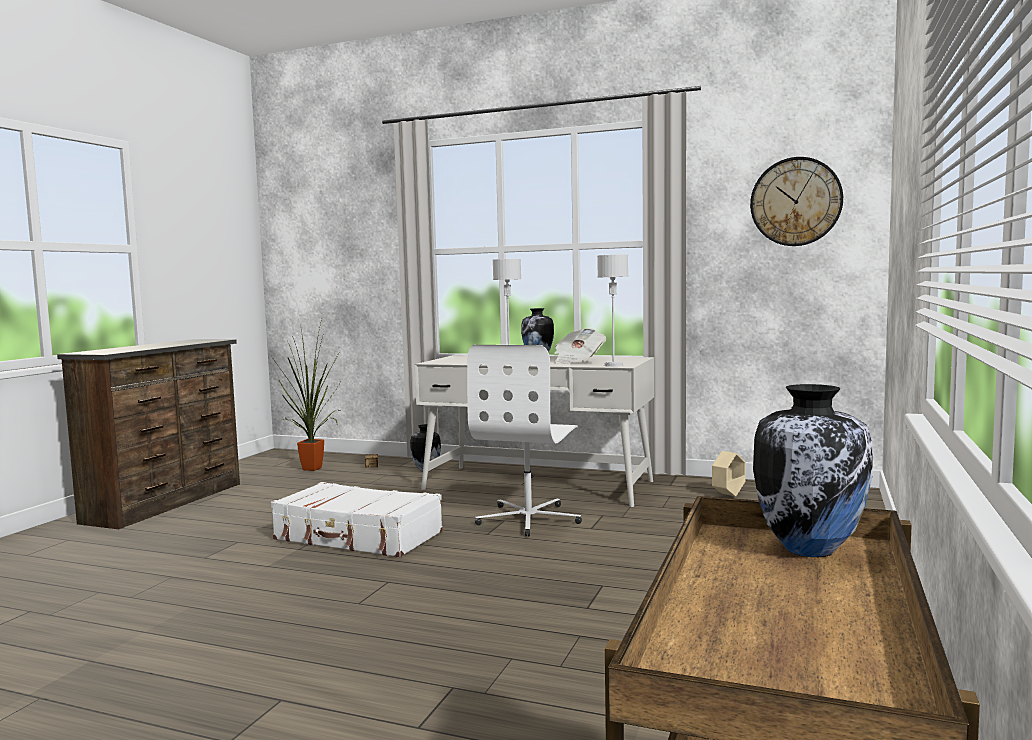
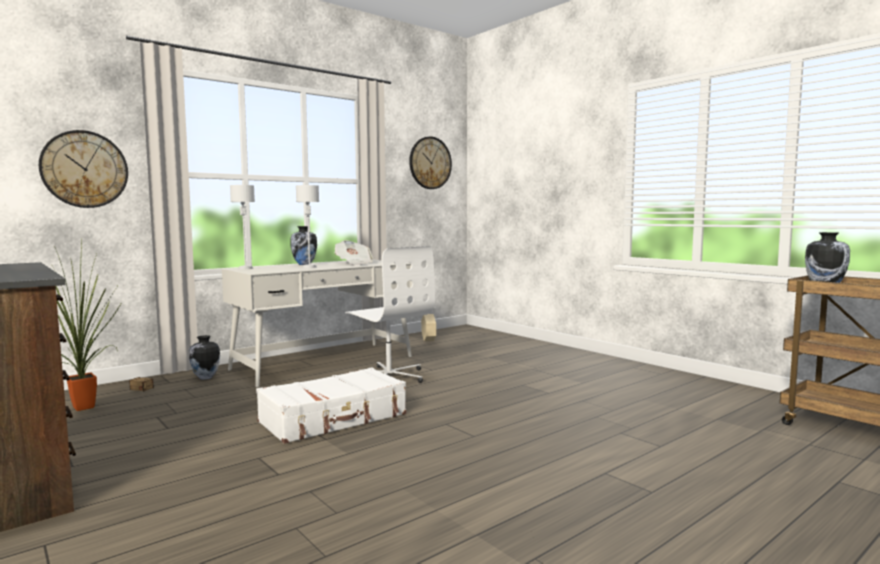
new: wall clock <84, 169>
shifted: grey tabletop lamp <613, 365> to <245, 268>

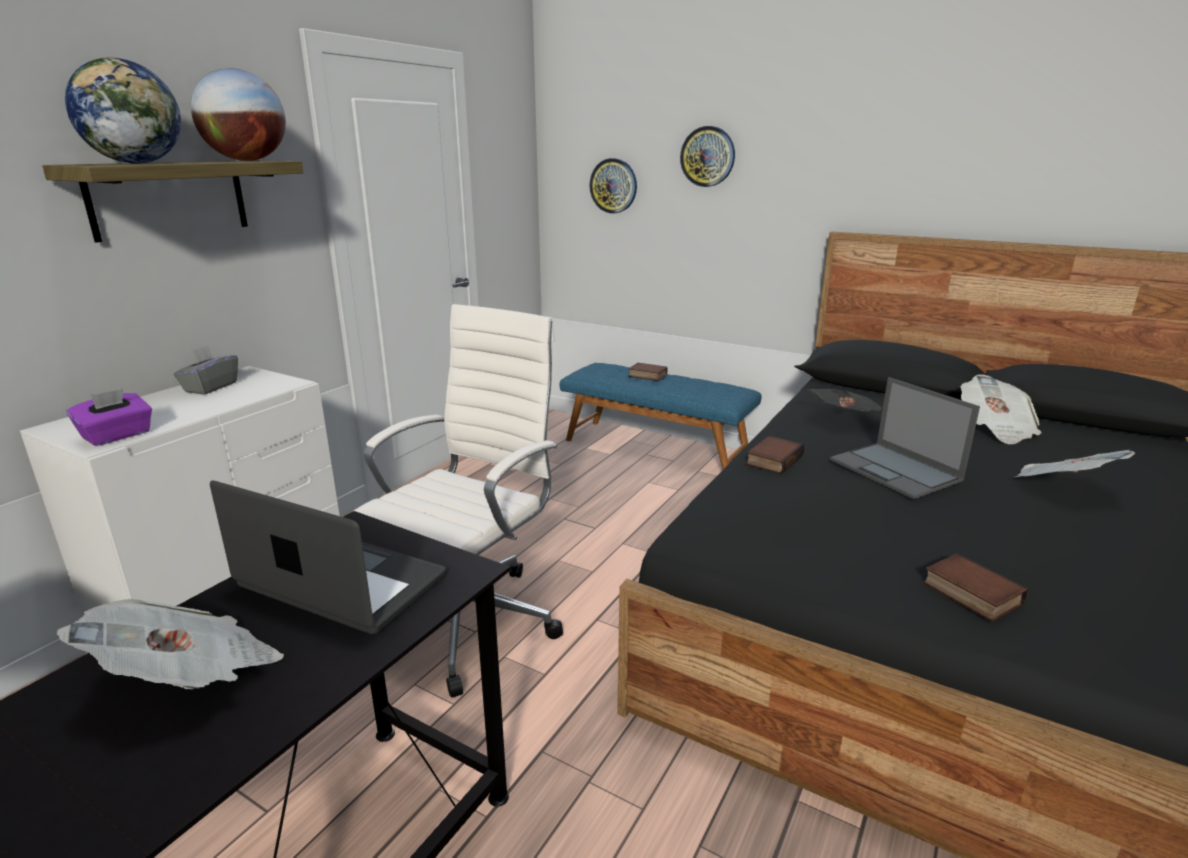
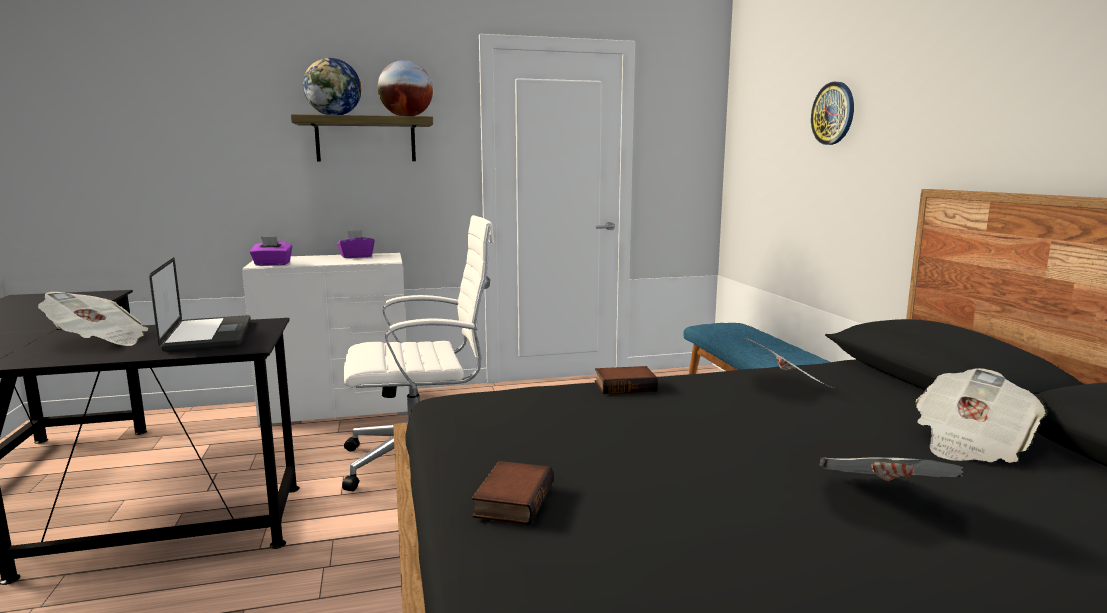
gone: wall clock <613, 186>; volume <646, 375>; notebook computer <896, 470>
repainted: grey box of tissues <210, 387> to purple-coloured box of tissues <356, 256>

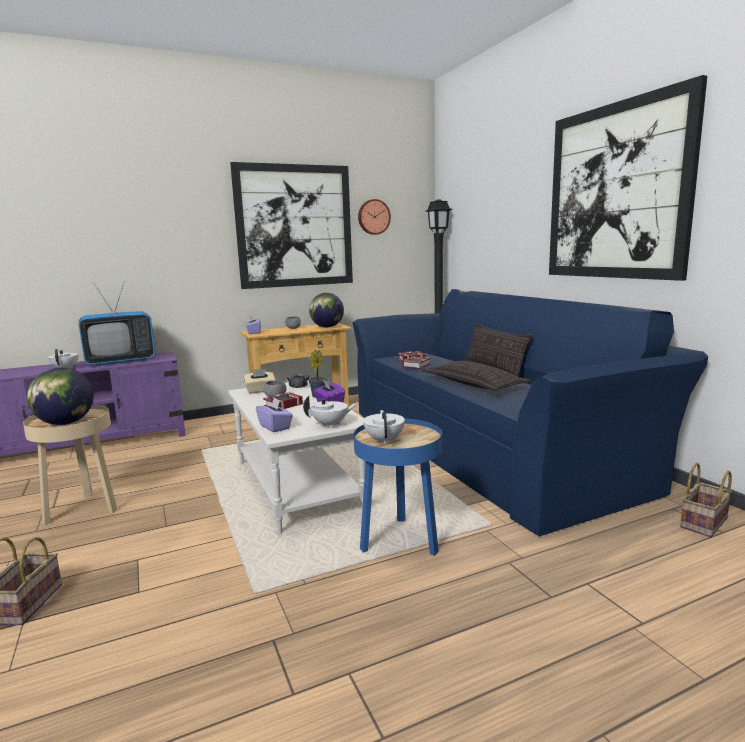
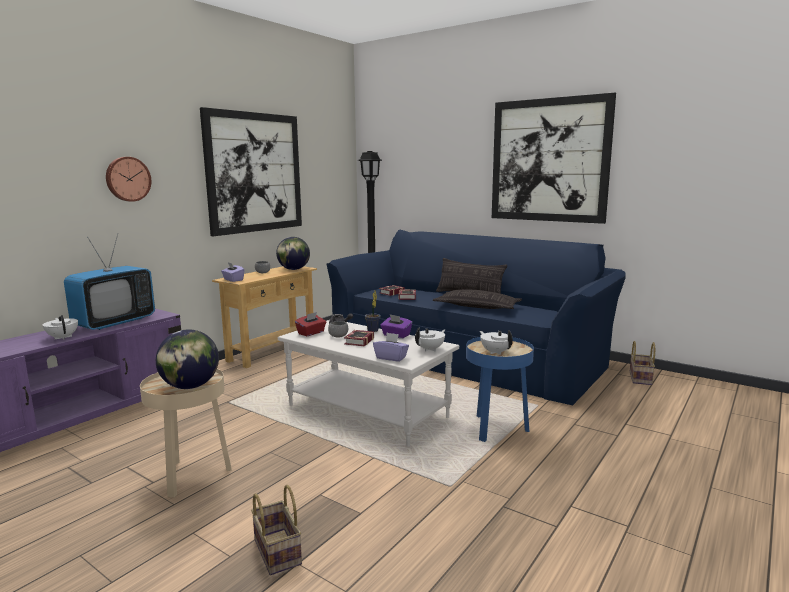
shifted: wall clock <373, 217> to <127, 179>
repainted: sand-coloured box of tissues <260, 391> to red box of tissues <311, 333>

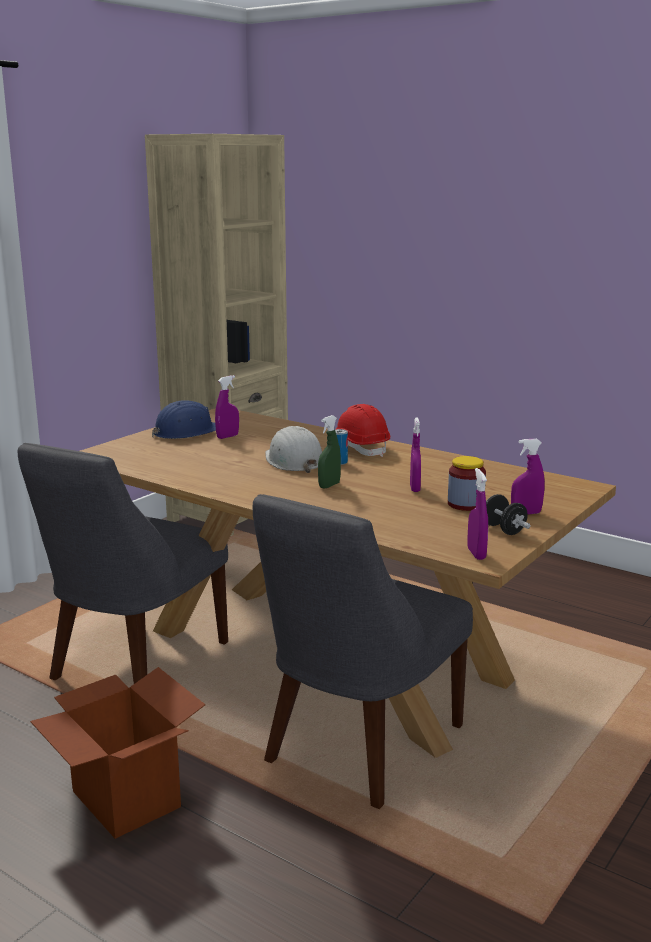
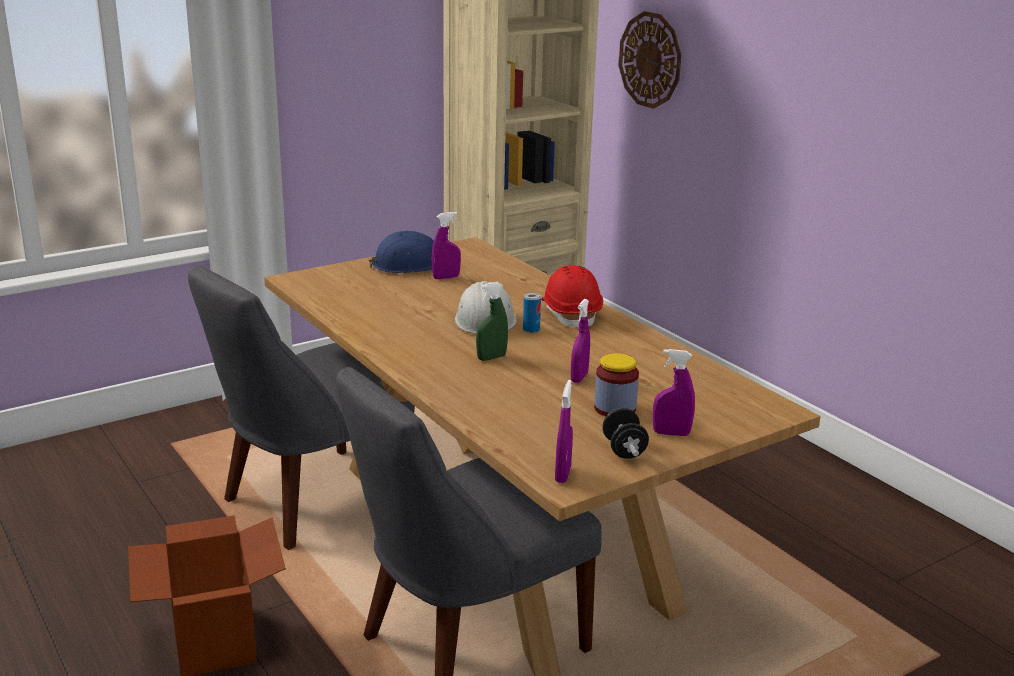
new: wall clock <650, 60>

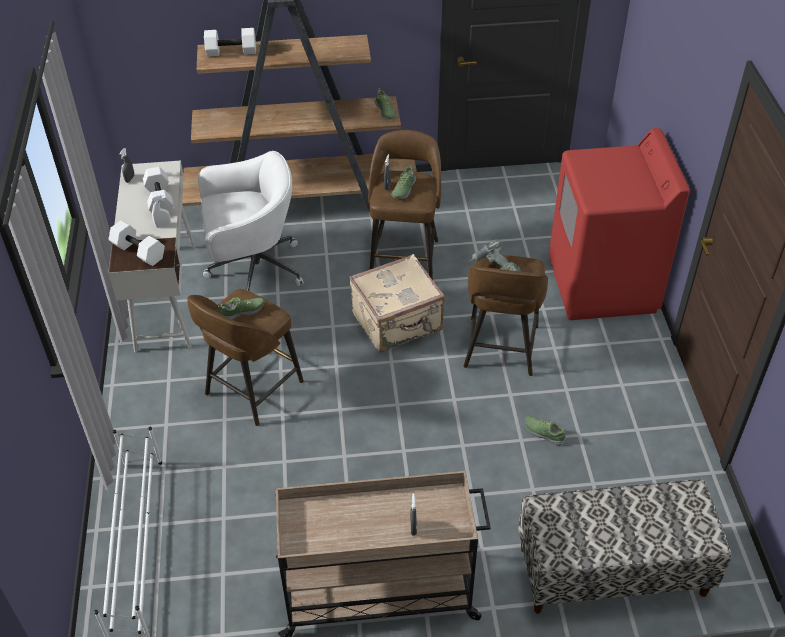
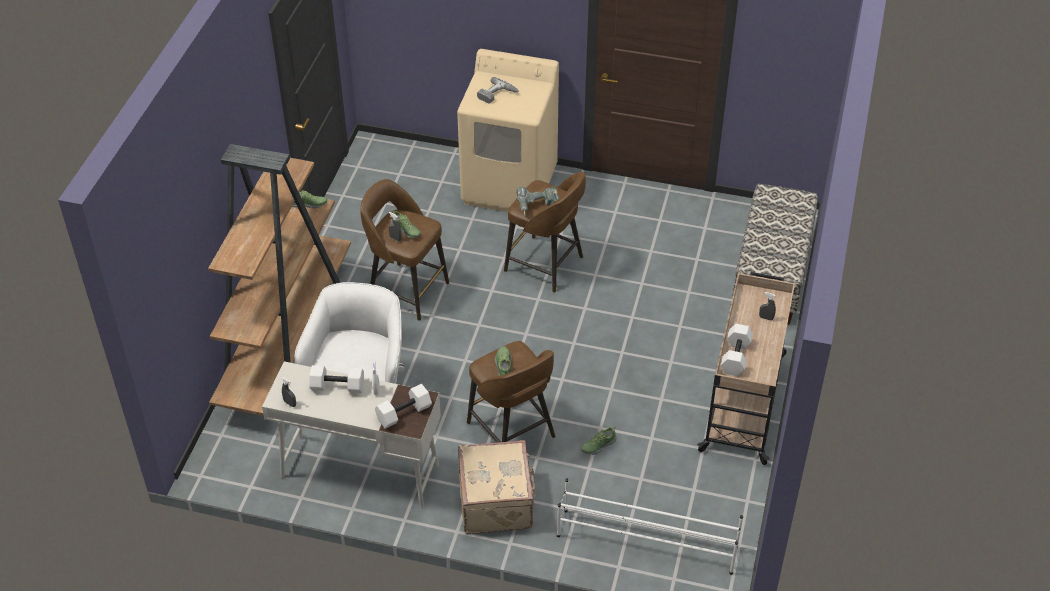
new: drill <497, 95>
shifted: white-coloured dumbbell <232, 51> to <735, 356>; sand-coloured piece of luggage <398, 323> to <497, 502>; low shoe <544, 432> to <598, 445>
repainted: red washing machine <602, 286> to sand-coloured washing machine <510, 185>

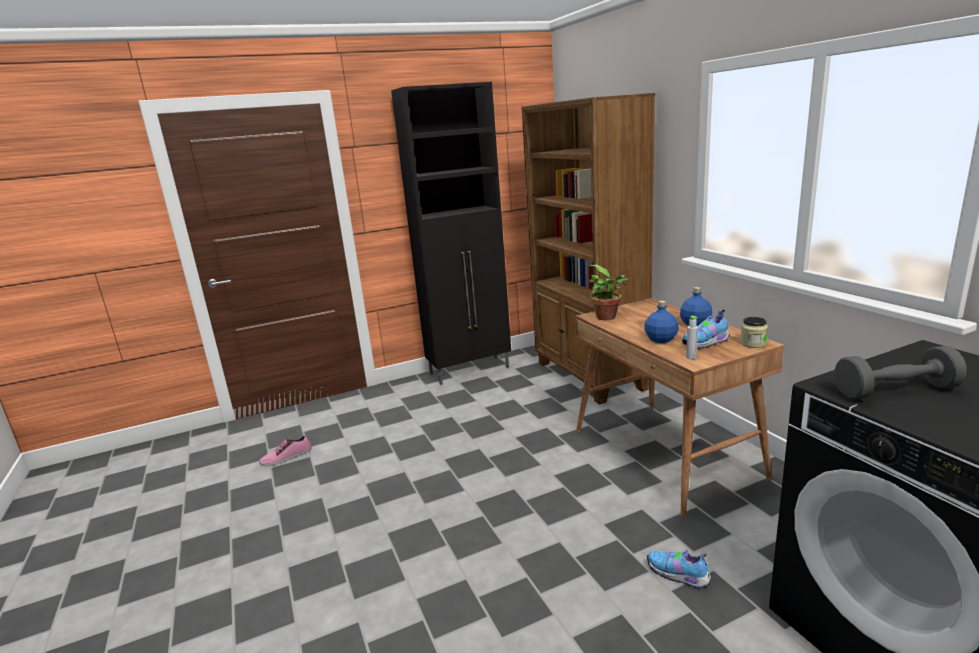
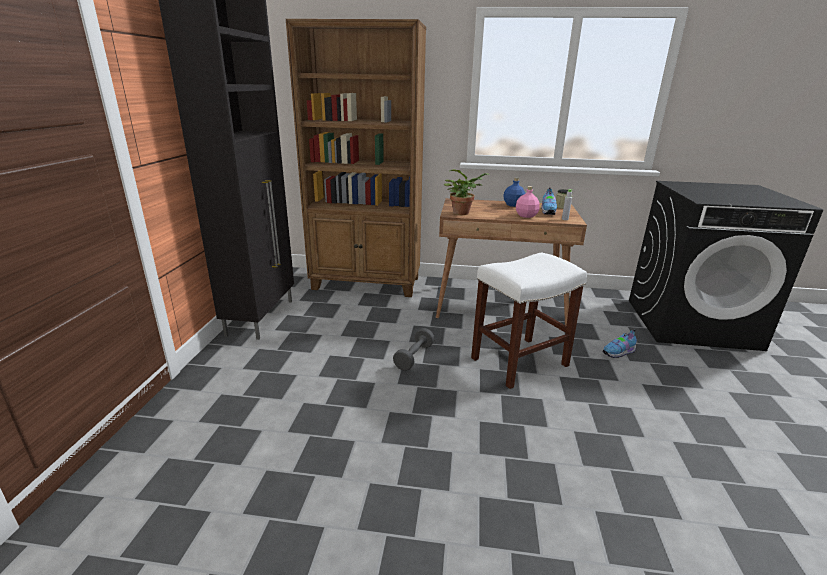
gone: low shoe <286, 457>
new: white-coloured sitting stool <519, 362>
shifted: grey dumbbell <895, 391> to <414, 357>
repainted: blue-coloured bottle <661, 340> to pink bottle <526, 216>

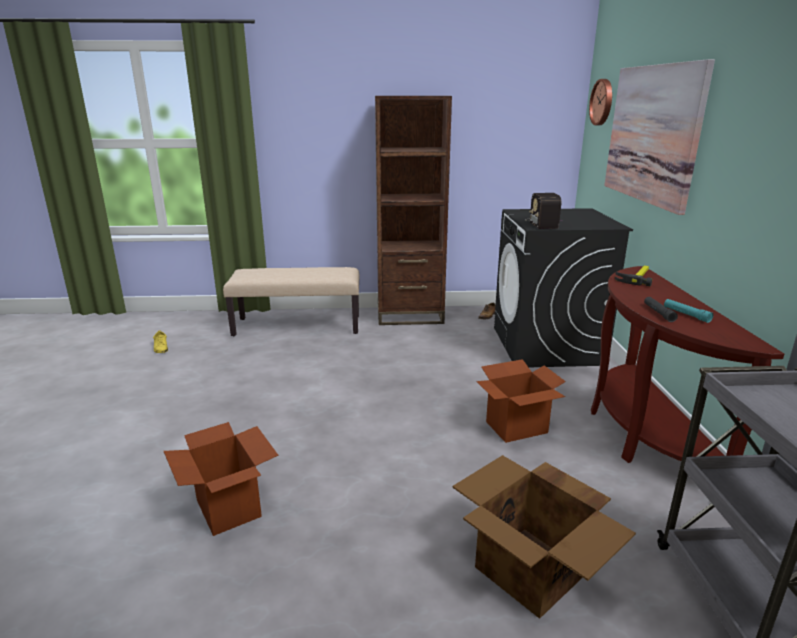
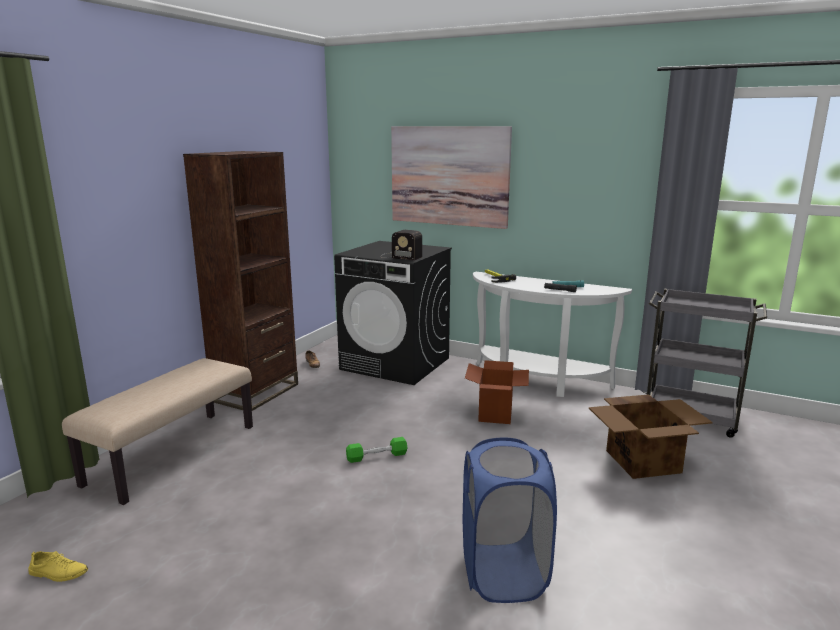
gone: wall clock <602, 102>
new: greenish dumbbell <377, 456>
swapped: packing box <228, 508> to blue-coloured laundry basket <503, 573>
repainted: brown narrow table <642, 433> to white-coloured narrow table <537, 381>

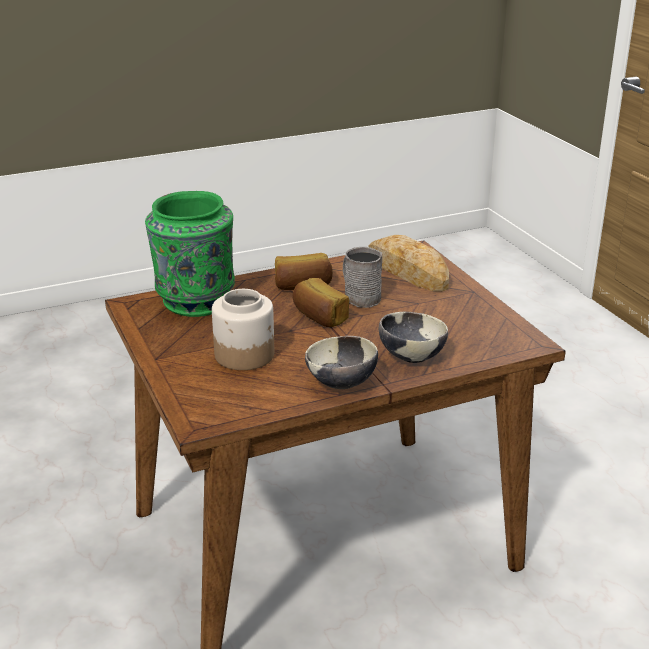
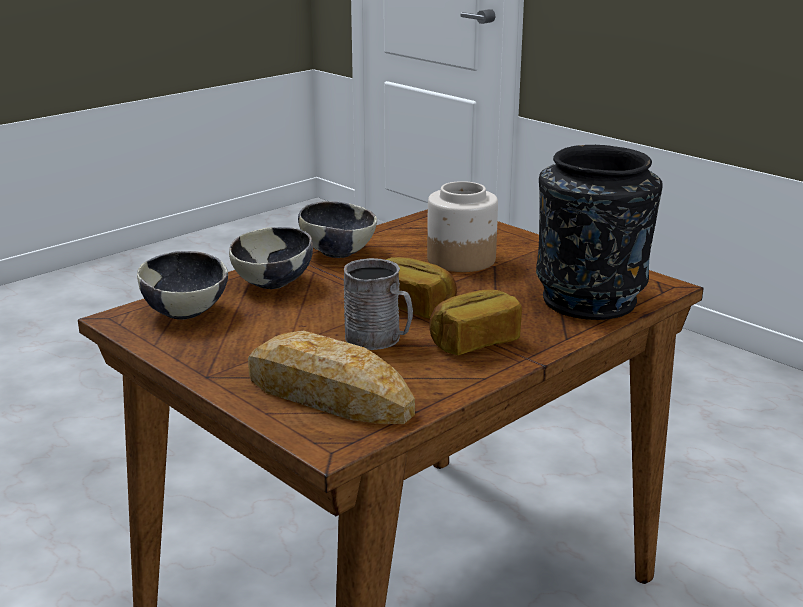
new: deep dish <186, 312>
repainted: greenish vase <195, 302> to black vase <590, 299>

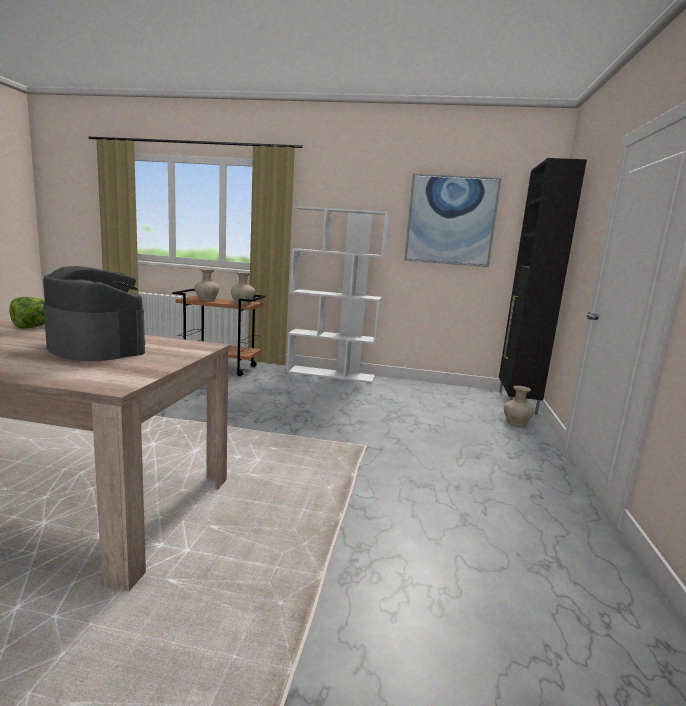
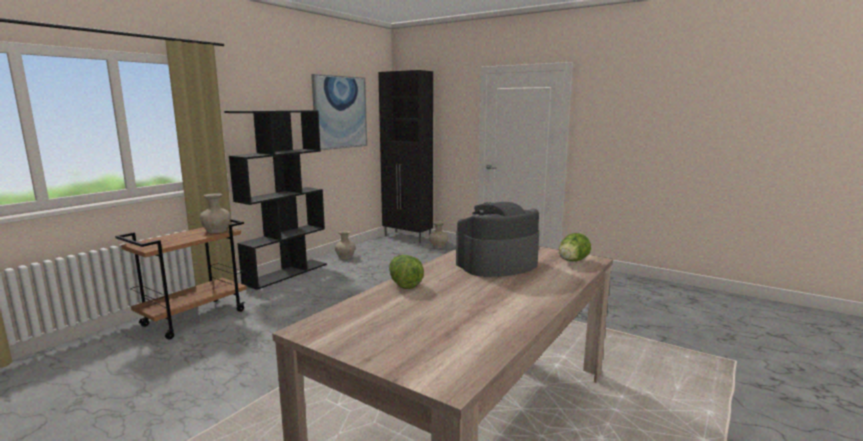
new: lettuce head <572, 261>
shifted: sand-coloured vase <207, 299> to <345, 256>
repainted: white-coloured bookcase <331, 374> to black bookcase <286, 273>

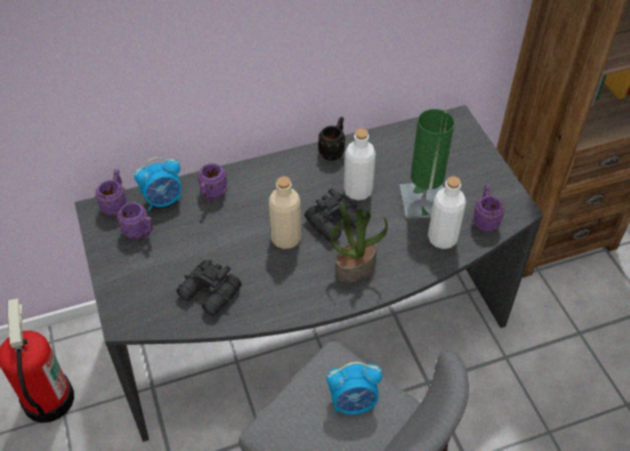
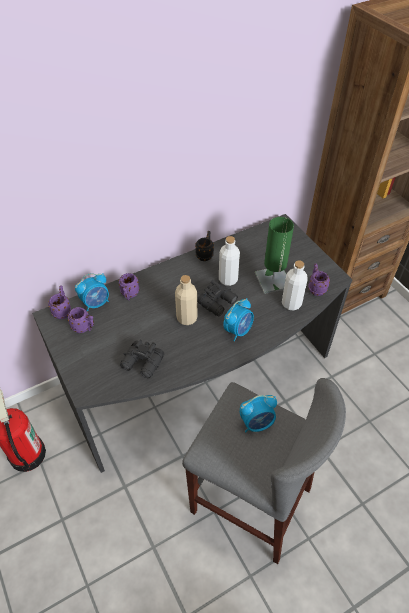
swapped: plant in a pot <355, 267> to table clock <238, 330>

